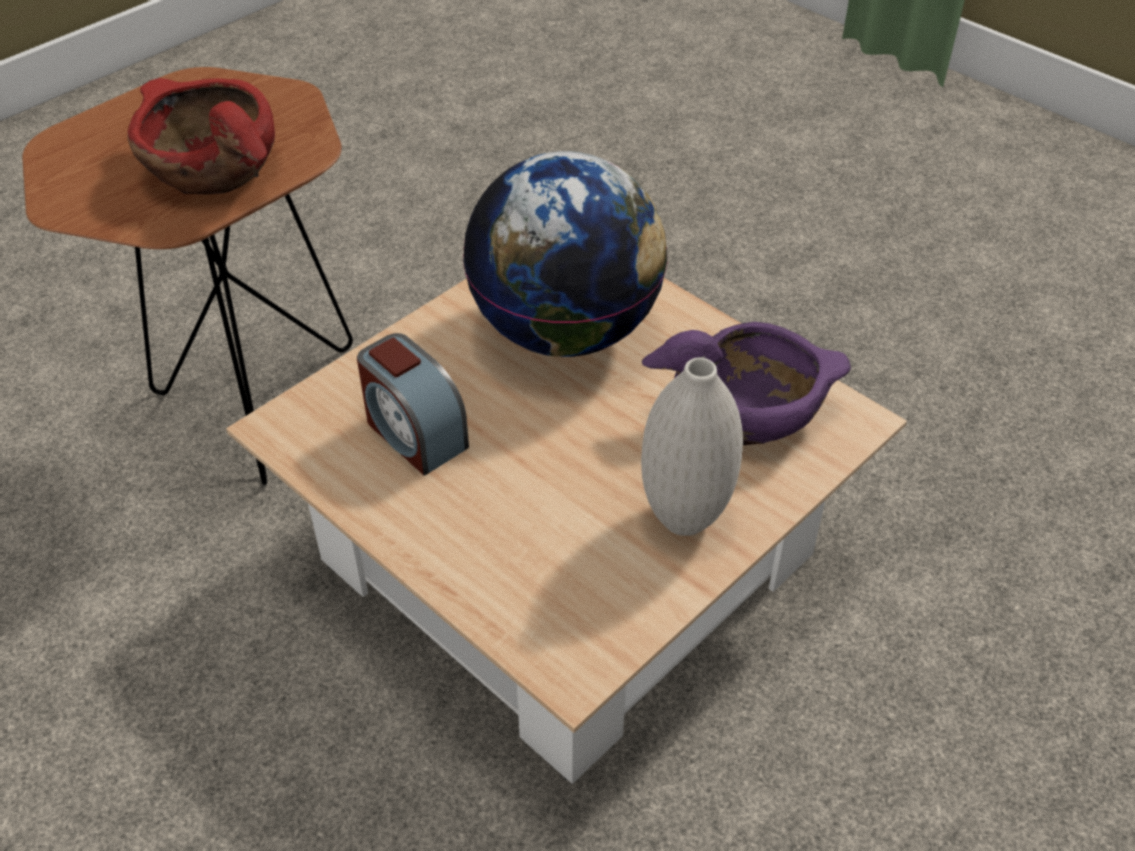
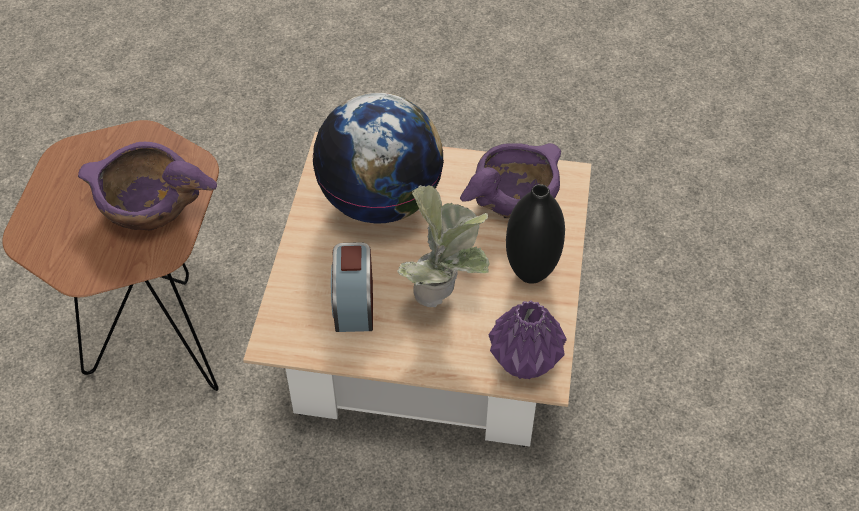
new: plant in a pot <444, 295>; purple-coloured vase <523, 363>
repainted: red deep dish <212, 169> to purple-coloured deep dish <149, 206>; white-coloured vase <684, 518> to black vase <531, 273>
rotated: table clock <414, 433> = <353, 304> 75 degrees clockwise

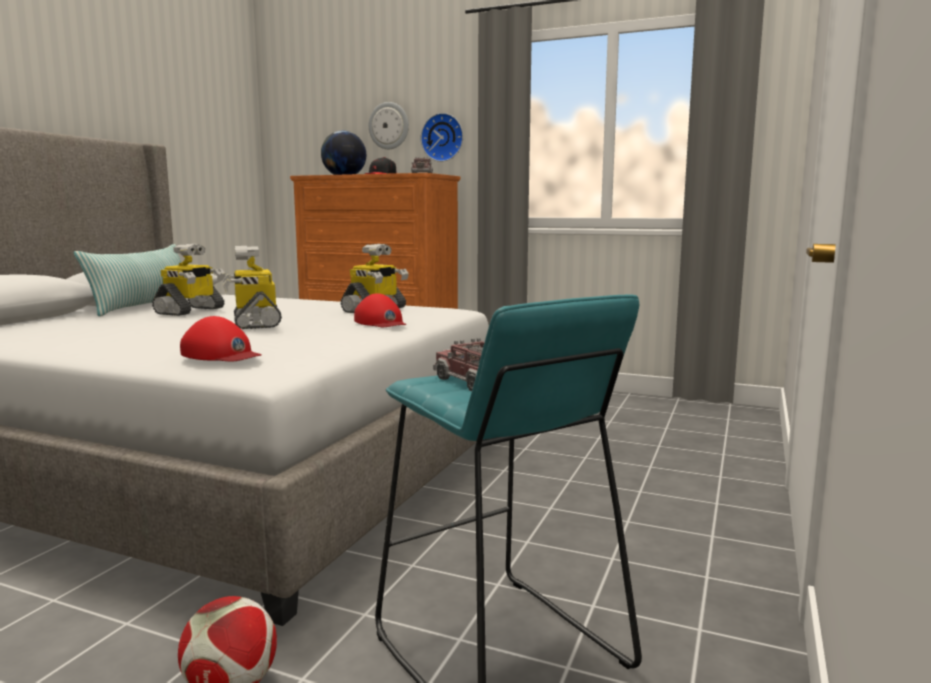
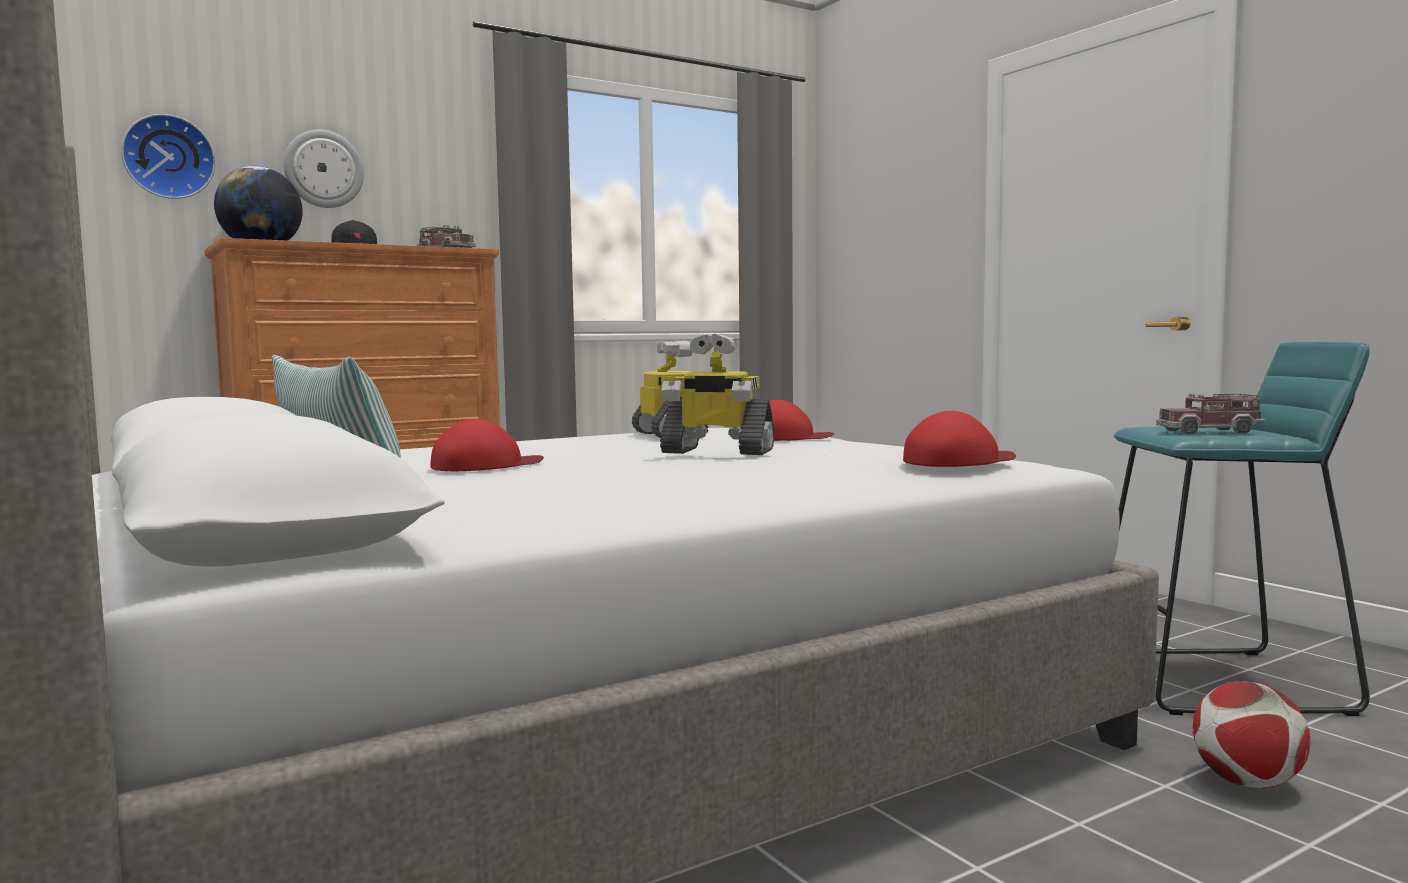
shifted: wall clock <443, 137> to <168, 157>
swapped: model robot <190, 311> to red peaked cap <486, 465>

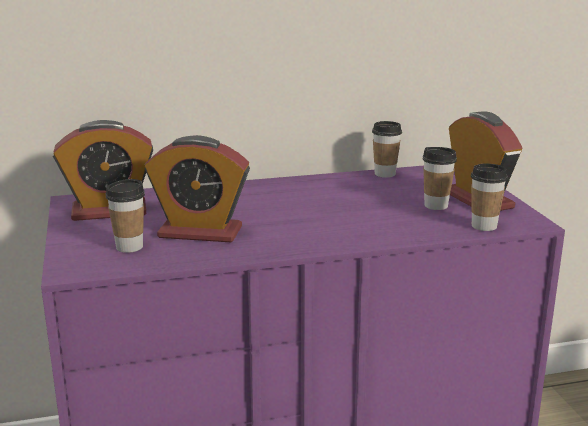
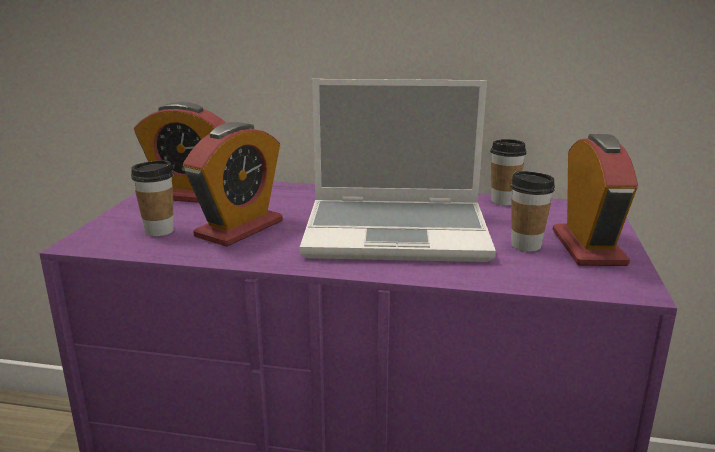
gone: cup <484, 226>
new: notebook computer <399, 232>
rotated: table clock <200, 232> = <239, 229> 90 degrees counterclockwise

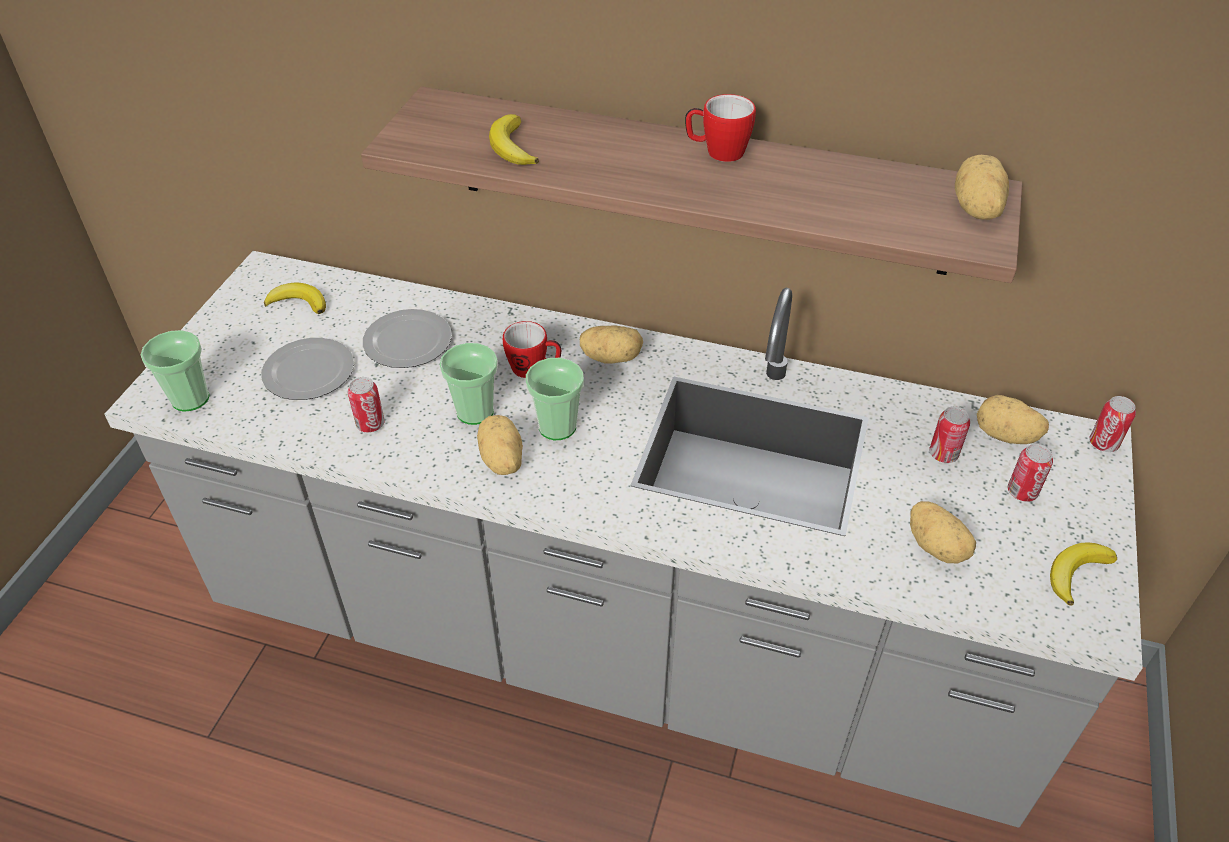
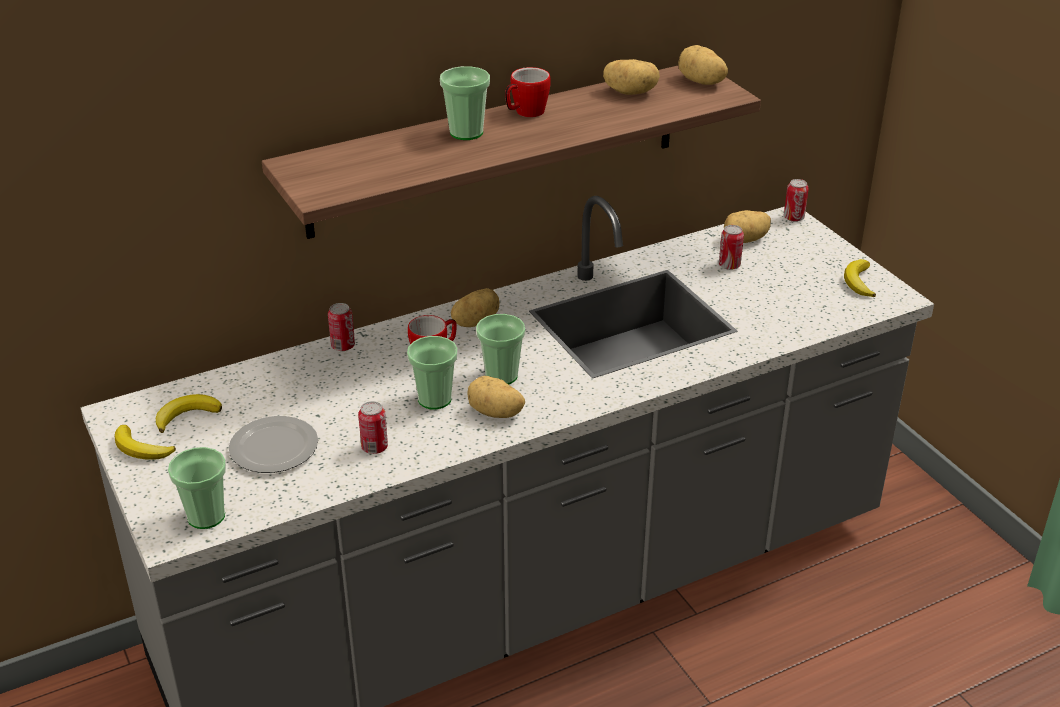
gone: flat dish <407, 341>
new: cup <466, 132>
shifted: whole banana <511, 147> to <141, 449>; metal can <1022, 492> to <343, 346>; spud <937, 546> to <631, 92>

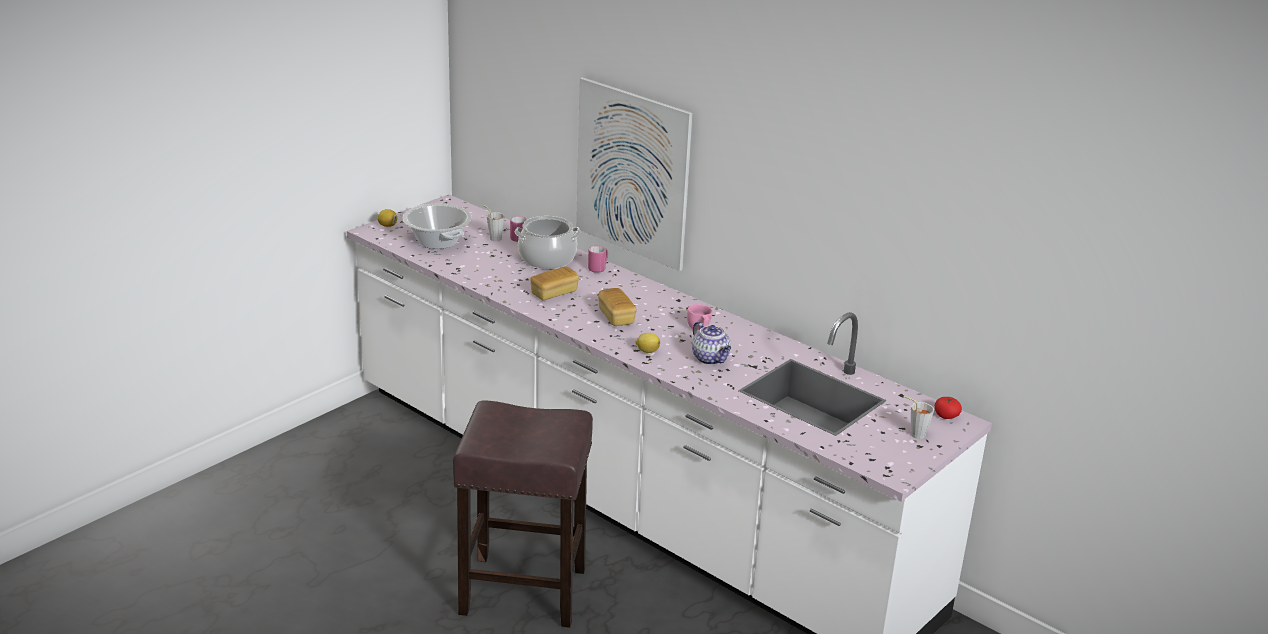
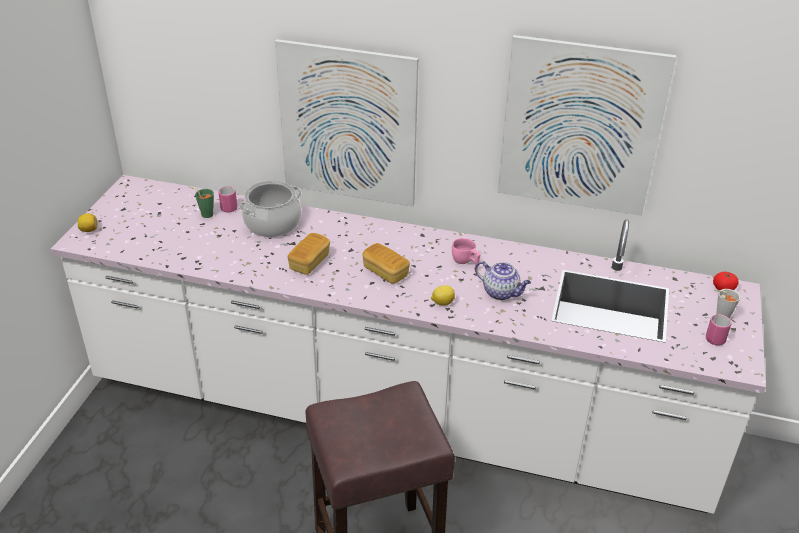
gone: saucepot <438, 241>
new: picture <580, 127>
shifted: pink mug <598, 268> to <715, 337>
repainted: grey cup <494, 238> to greenish cup <204, 214>

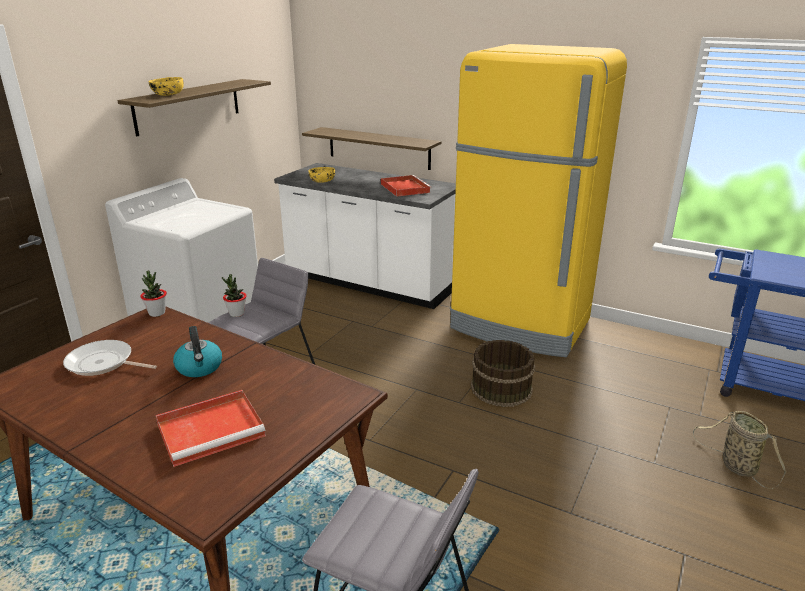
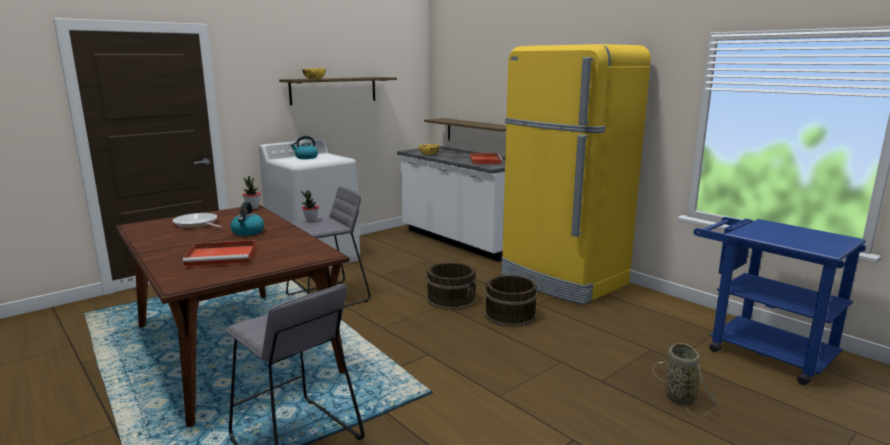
new: water kettle <306, 157>; brown water bucket <451, 299>

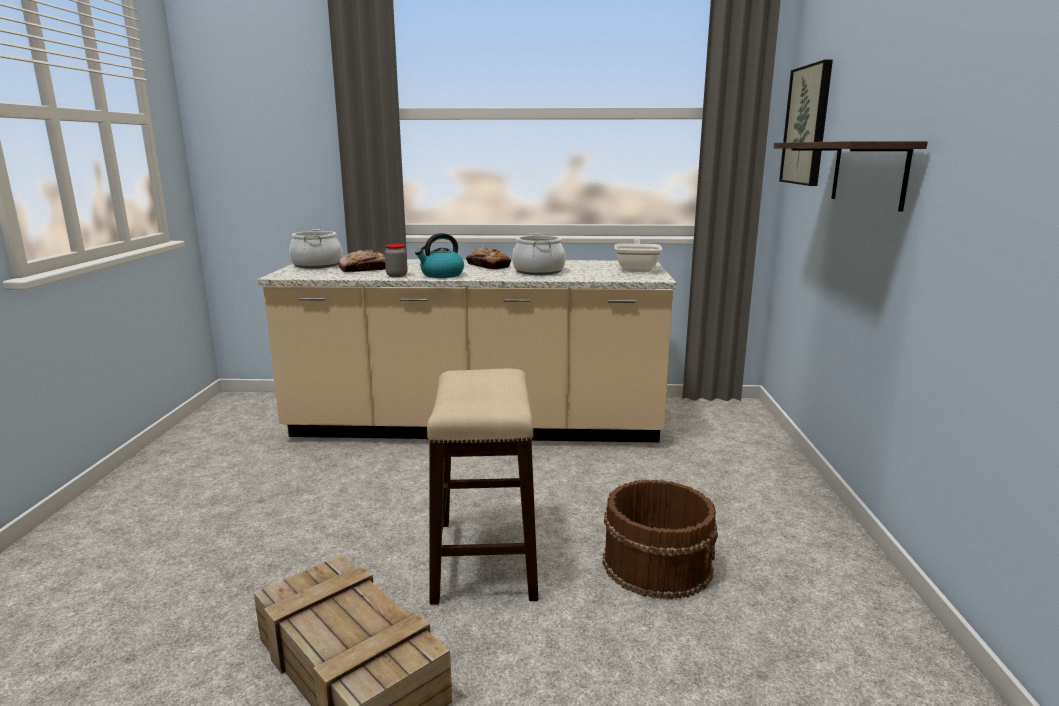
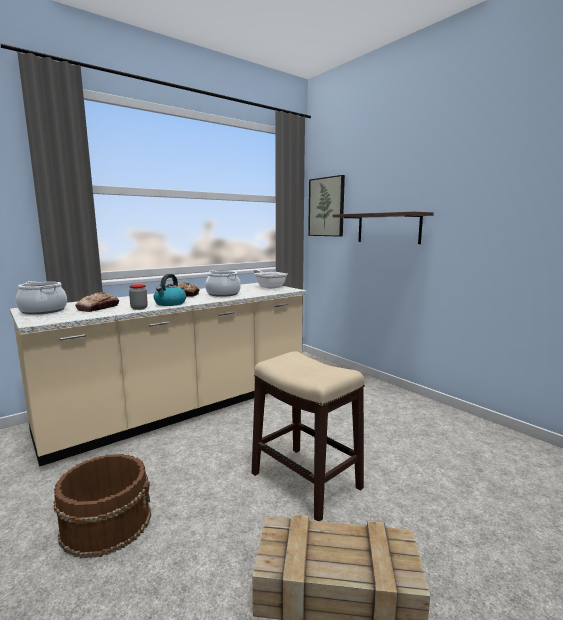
shifted: brown water bucket <657, 564> to <107, 523>

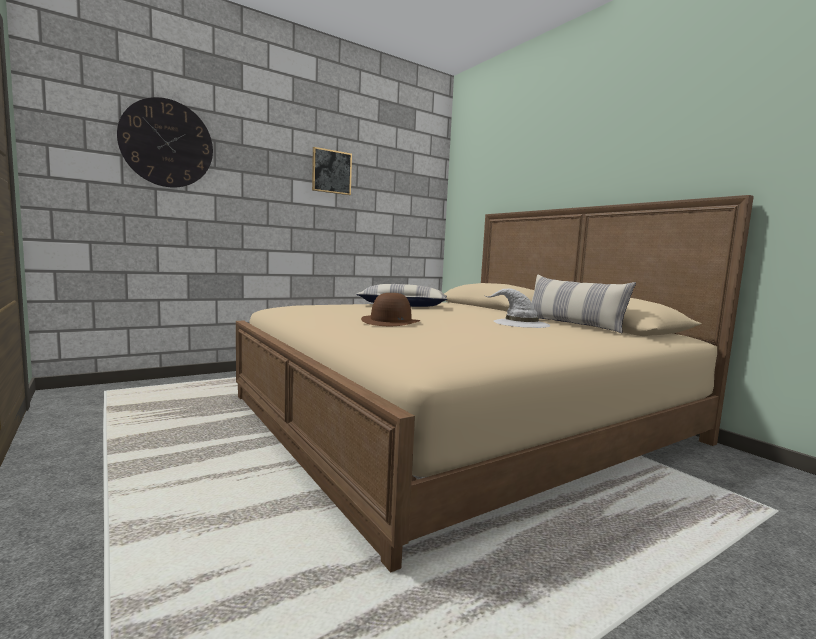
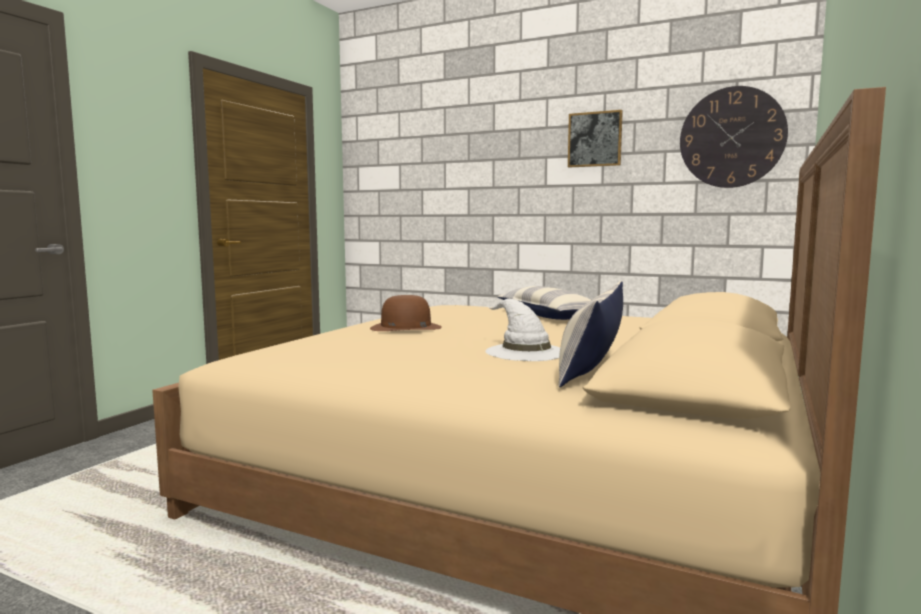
shifted: wall clock <167, 143> to <732, 137>

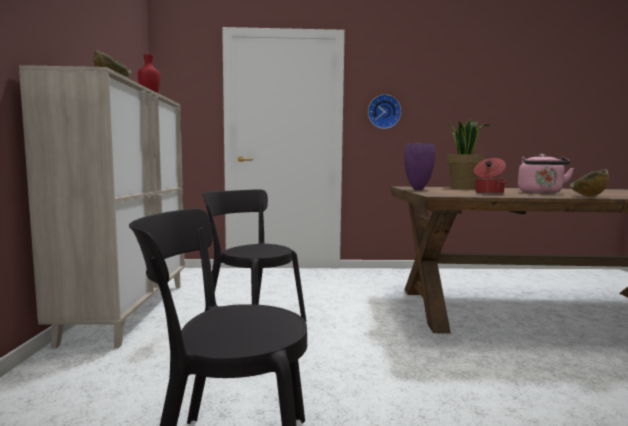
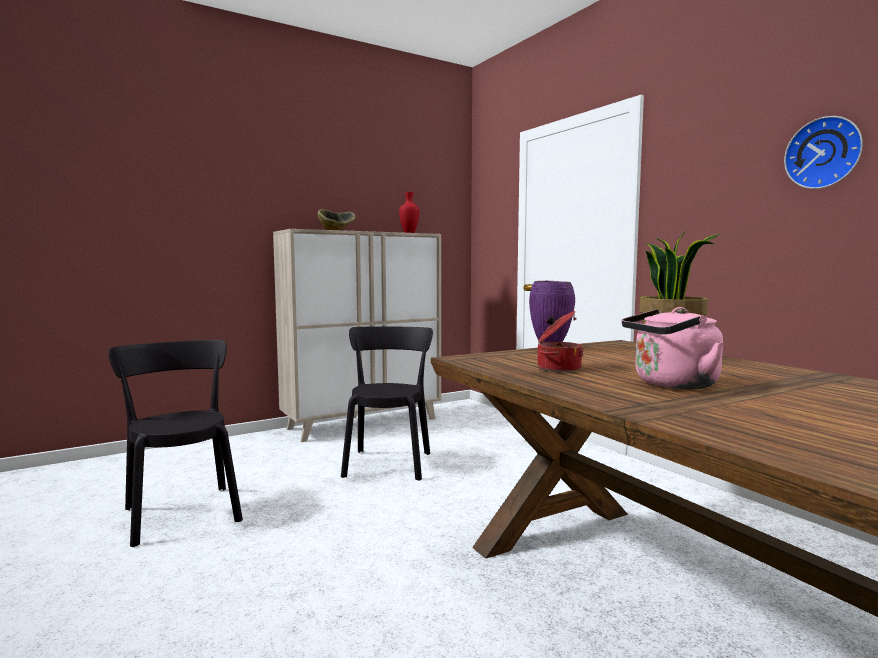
gone: deep dish <587, 197>
shifted: wall clock <383, 112> to <824, 153>

